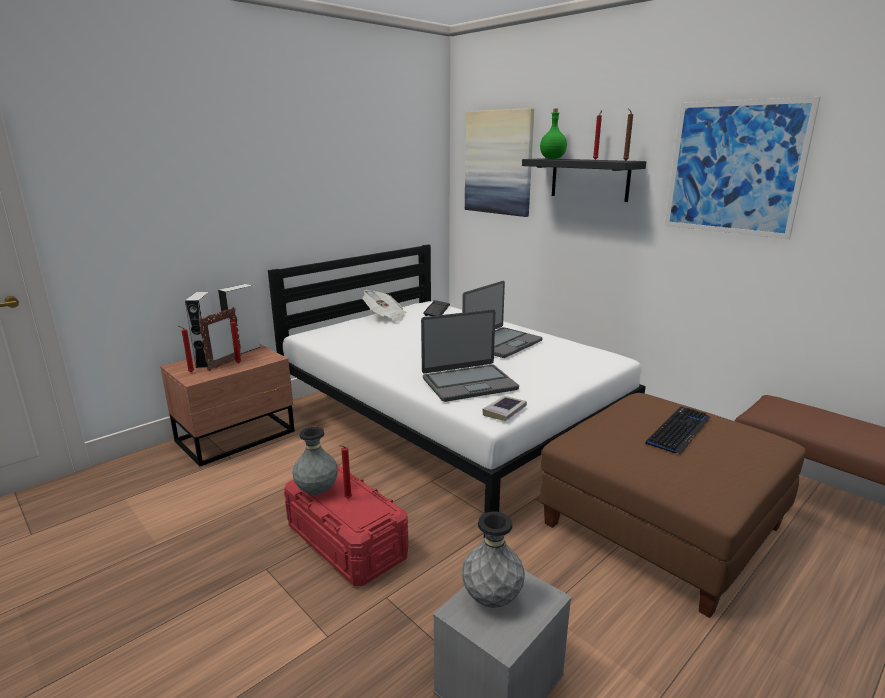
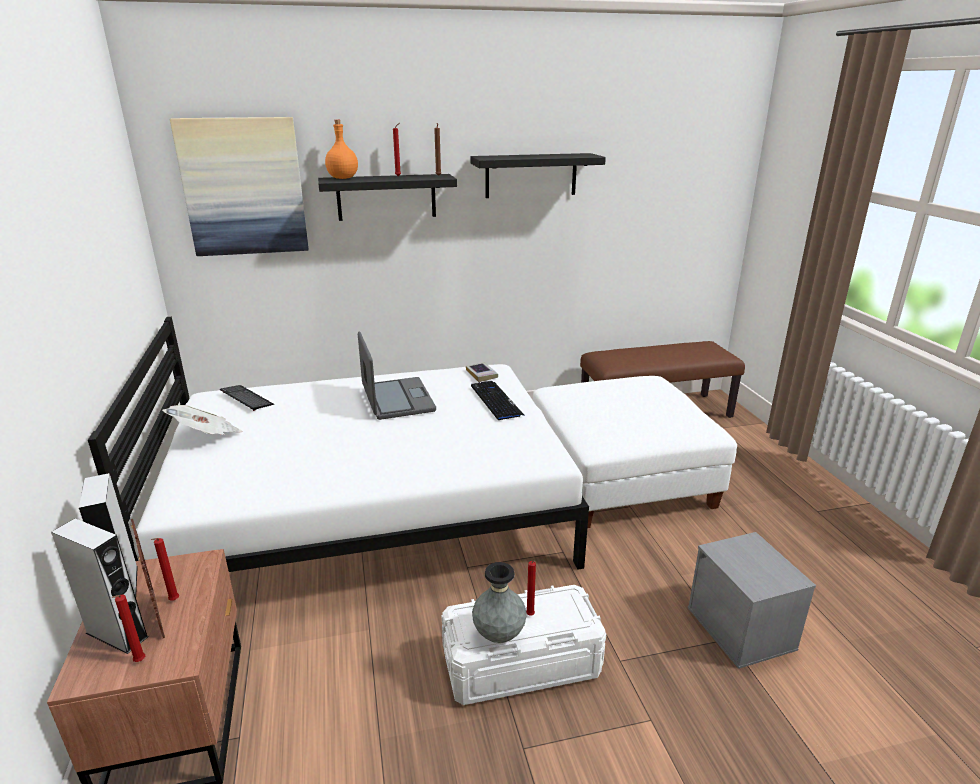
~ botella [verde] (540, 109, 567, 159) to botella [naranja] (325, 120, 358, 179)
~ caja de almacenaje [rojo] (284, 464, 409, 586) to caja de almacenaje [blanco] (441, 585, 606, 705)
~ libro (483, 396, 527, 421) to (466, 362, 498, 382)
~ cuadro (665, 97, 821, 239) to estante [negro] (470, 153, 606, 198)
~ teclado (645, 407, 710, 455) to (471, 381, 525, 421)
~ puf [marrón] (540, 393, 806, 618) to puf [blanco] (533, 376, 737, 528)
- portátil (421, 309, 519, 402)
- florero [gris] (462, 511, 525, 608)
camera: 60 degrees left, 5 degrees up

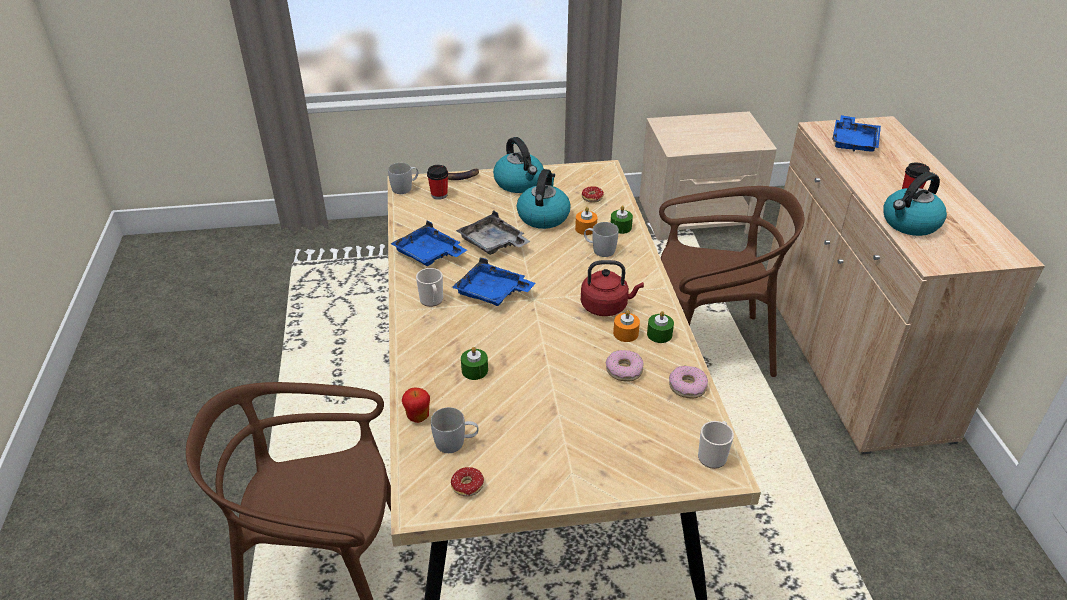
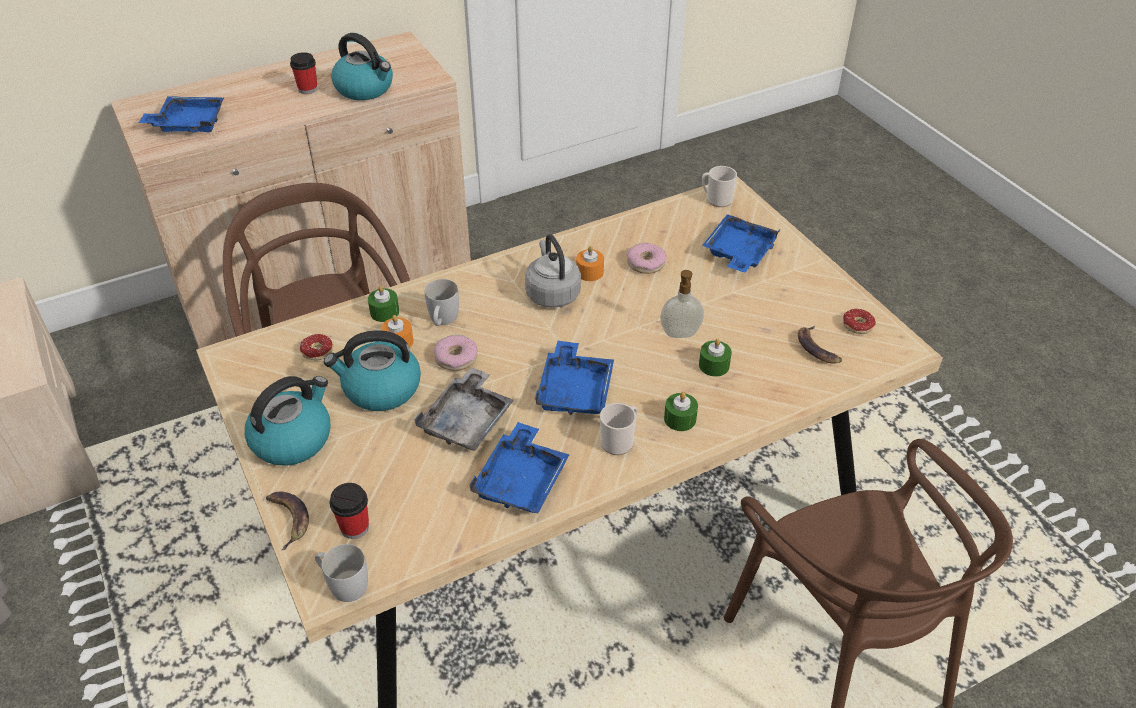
~ rosquilla (669, 366, 708, 399) to (434, 335, 478, 371)
~ hervidor [rojo] (581, 260, 644, 316) to hervidor [gris] (525, 234, 581, 308)
+ dispensador de jabón (660, 270, 704, 338)
~ vela [verde] (647, 311, 674, 343) to (664, 392, 698, 431)
+ bandeja [azul] (702, 214, 780, 273)
~ taza grande [blanco] (431, 407, 479, 453) to plátano (798, 325, 842, 363)
- manzana (402, 387, 430, 423)
camera: 110 degrees left, 5 degrees up

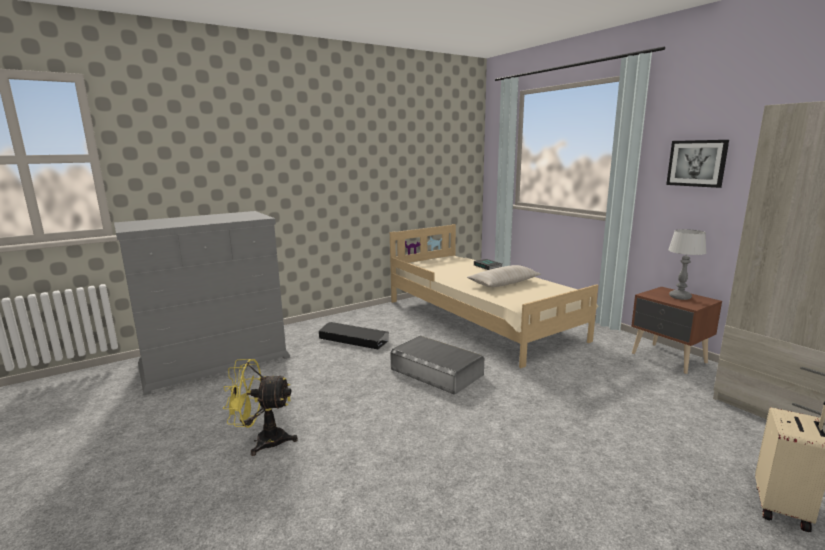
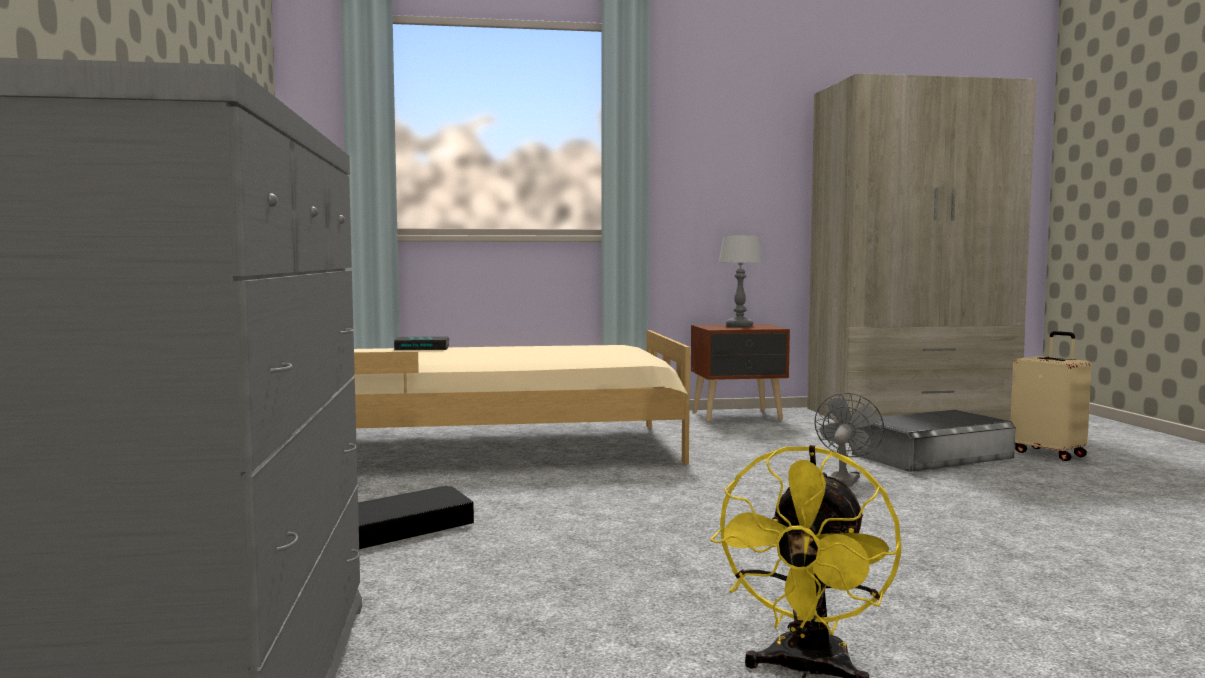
+ ventilador [gris] (814, 393, 884, 487)
~ caja de almacenaje [gris] (390, 335, 484, 395) to (852, 410, 1016, 472)
- cojín [beis] (467, 265, 541, 287)
- cuadro (666, 140, 729, 188)
camera: 65 degrees left, 10 degrees down

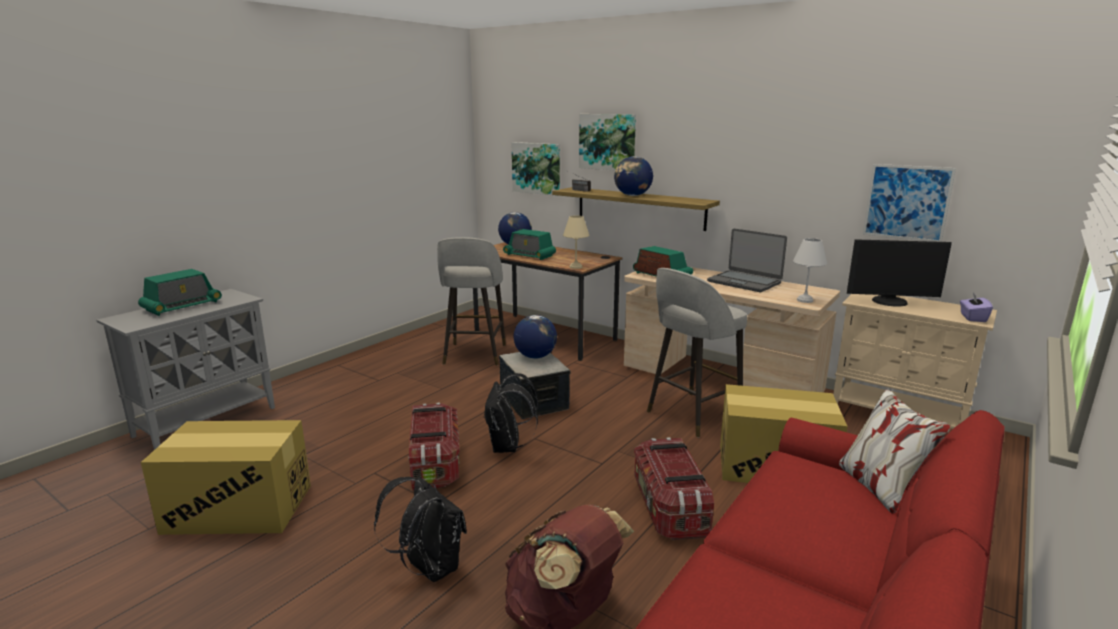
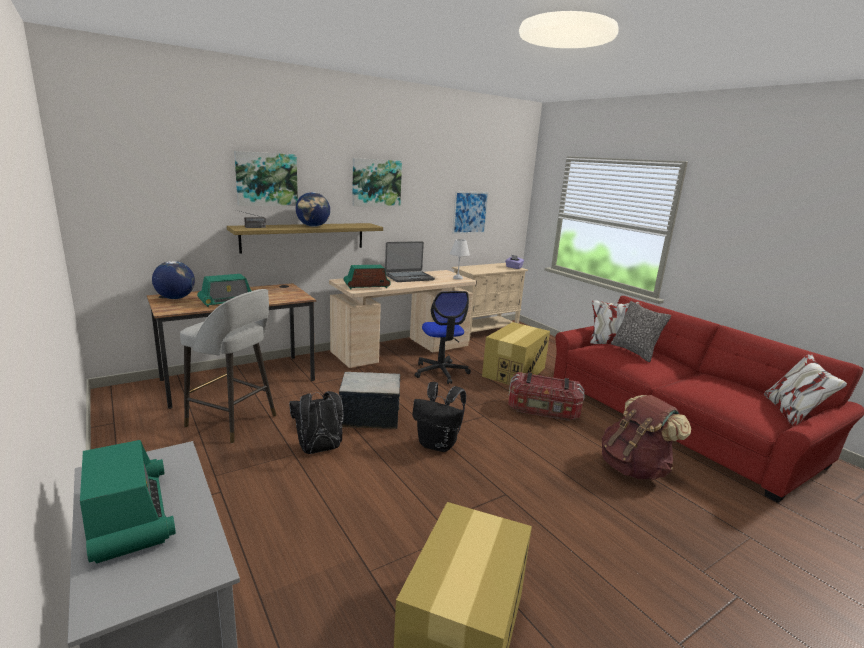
~ mochila [negro] (374, 477, 467, 582) to (289, 391, 343, 454)
~ cuadro (512, 142, 560, 196) to (352, 158, 402, 206)
~ taburete [gris] (647, 268, 747, 437) to silla de oficina (415, 291, 471, 384)
+ cojín (611, 301, 671, 362)
- caja de almacenaje (408, 402, 460, 490)
- globo terráqueo (514, 315, 557, 359)
- lámpara de mesa [beis] (563, 215, 589, 269)
- monitor (847, 239, 952, 307)
camera: 70 degrees left, 0 degrees up

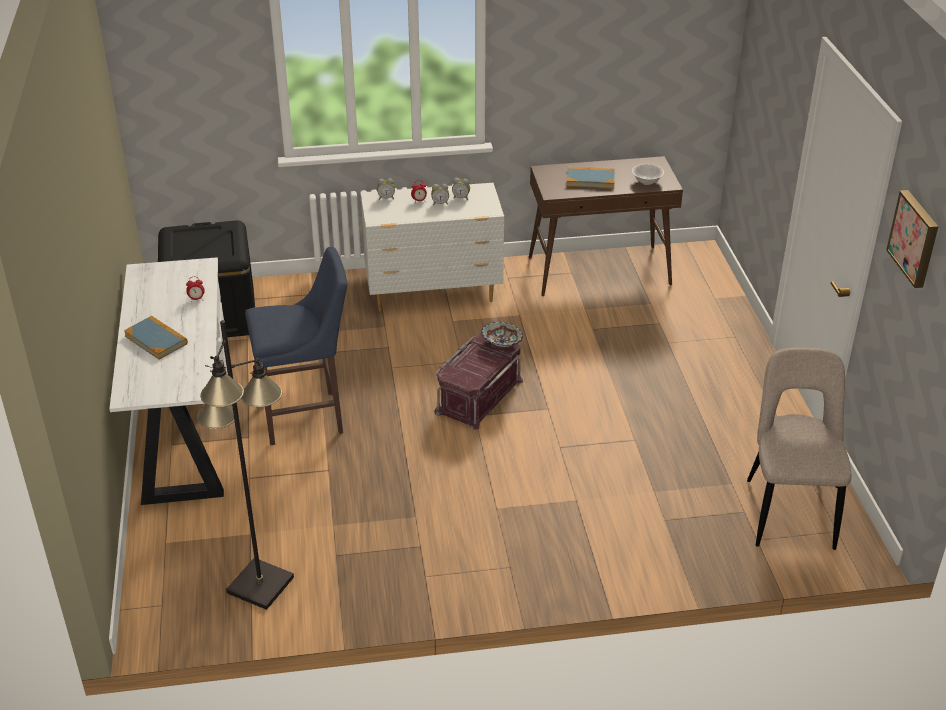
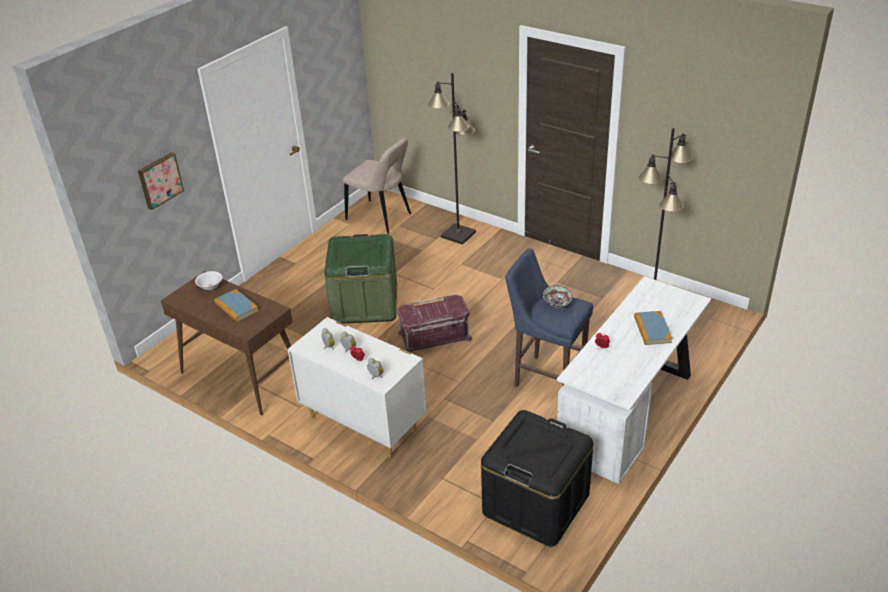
~ cuadro (886, 190, 938, 288) to (138, 152, 184, 210)
+ caja de almacenaje [verde] (324, 234, 397, 323)
~ silla [beis] (747, 347, 851, 550) = (343, 137, 411, 234) 105 degrees counterclockwise
+ lámpara de pie [negro] (428, 73, 476, 245)
~ cuenco (481, 322, 523, 347) to (542, 285, 573, 308)
camera: 135 degrees left, 0 degrees up

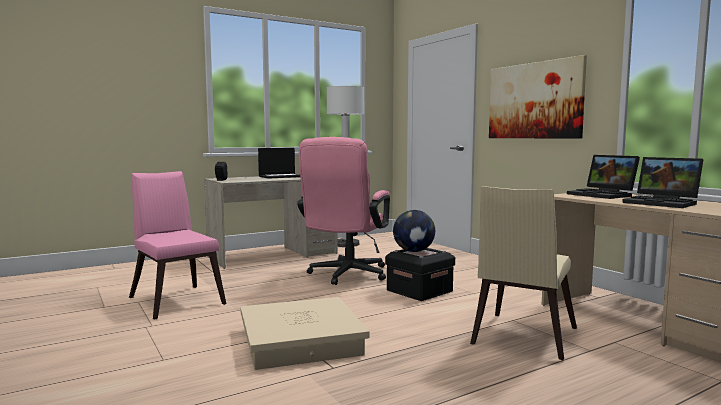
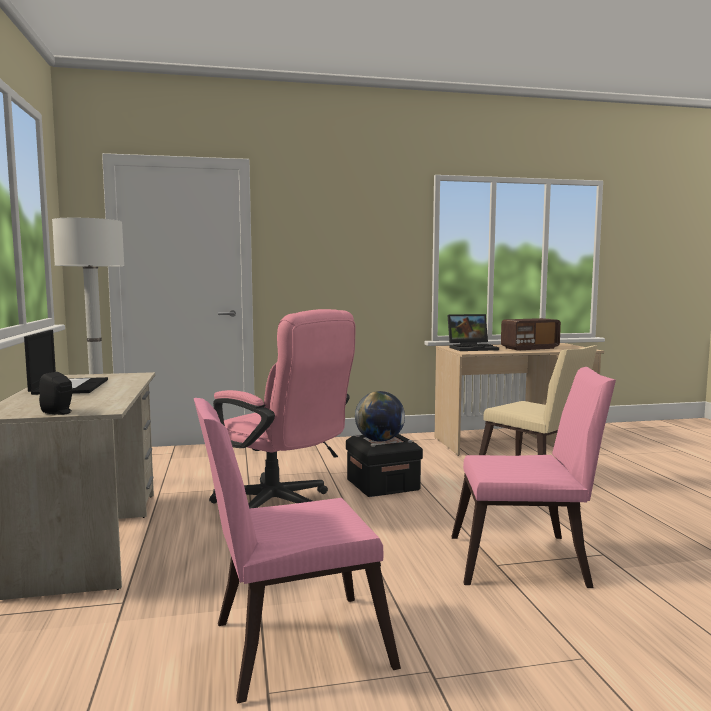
~ caja de almacenaje [beis] (240, 297, 369, 370) to silla [rosa] (451, 367, 616, 588)
~ portátil (622, 157, 703, 208) to radio (501, 318, 561, 351)
- cuadro (489, 55, 587, 138)
camera: 70 degrees left, 0 degrees up

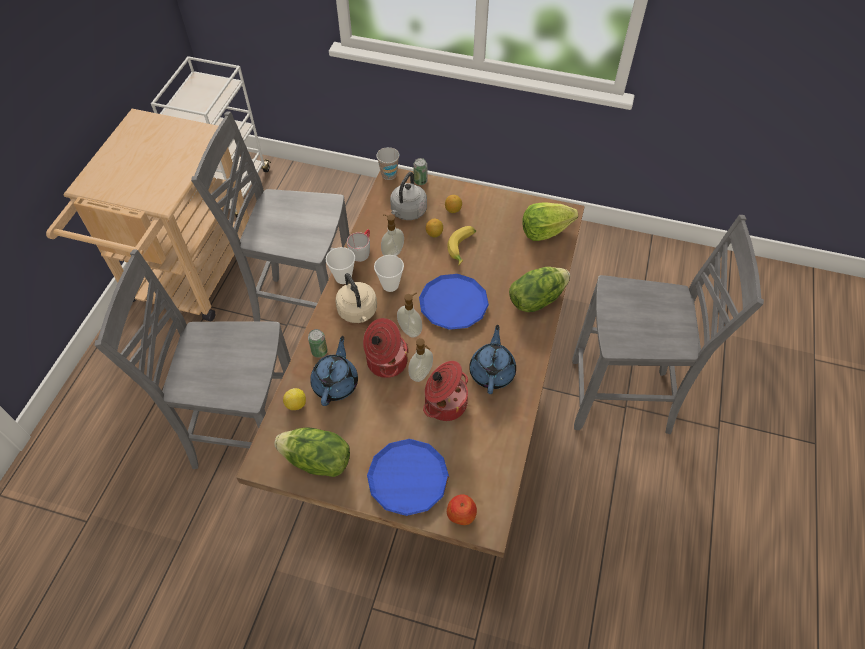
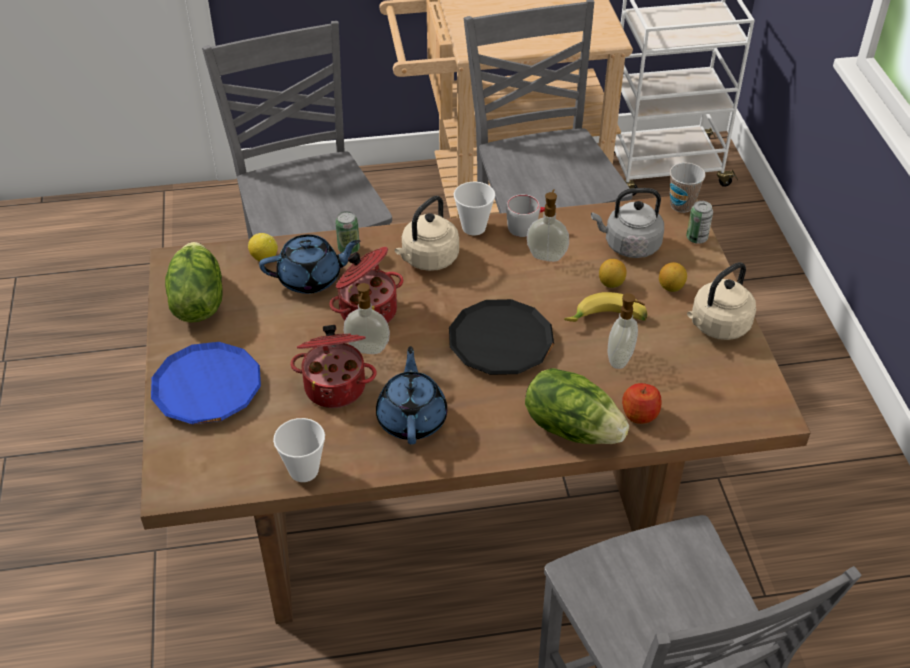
~ taza (374, 255, 404, 292) to (273, 418, 325, 482)
~ tetera [azul] (469, 325, 516, 394) = (376, 346, 447, 445) 75 degrees counterclockwise
~ plato [azul] (419, 274, 489, 330) to plato [negro] (449, 299, 554, 375)
~ dispensador de jabón (397, 292, 422, 338) to (608, 293, 645, 369)
~ manzana (447, 494, 477, 525) to (622, 383, 661, 424)
+ hervidor [beis] (687, 262, 756, 340)
- lechuga (522, 202, 578, 241)
camera: 65 degrees right, 10 degrees down

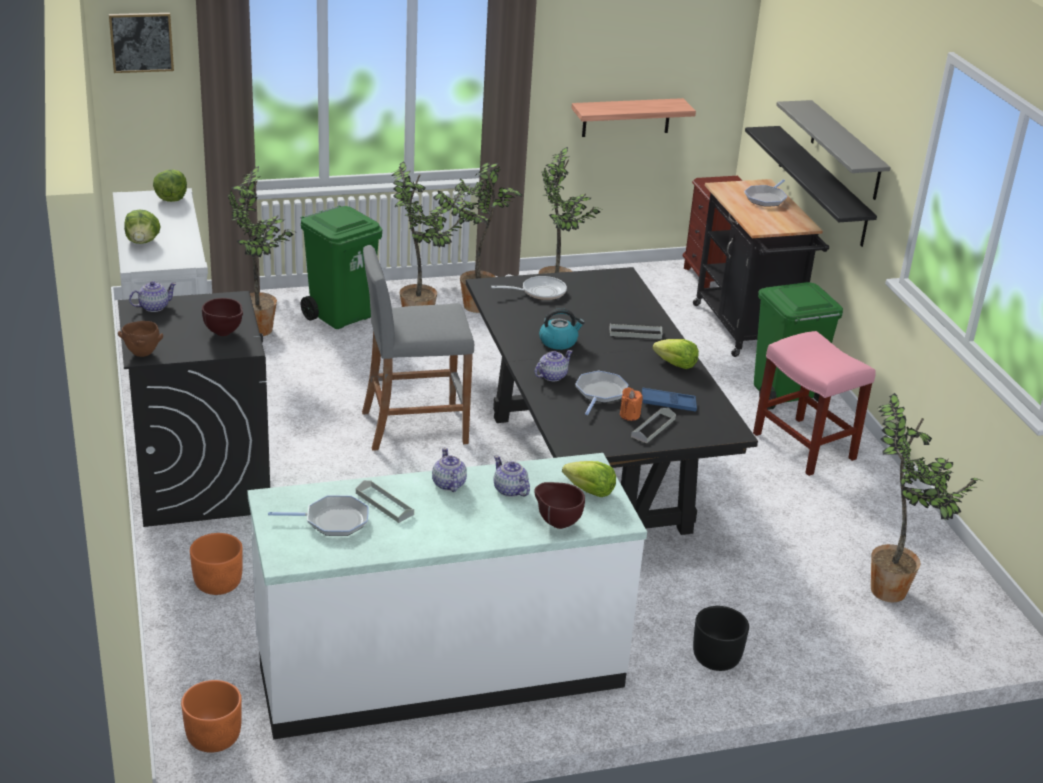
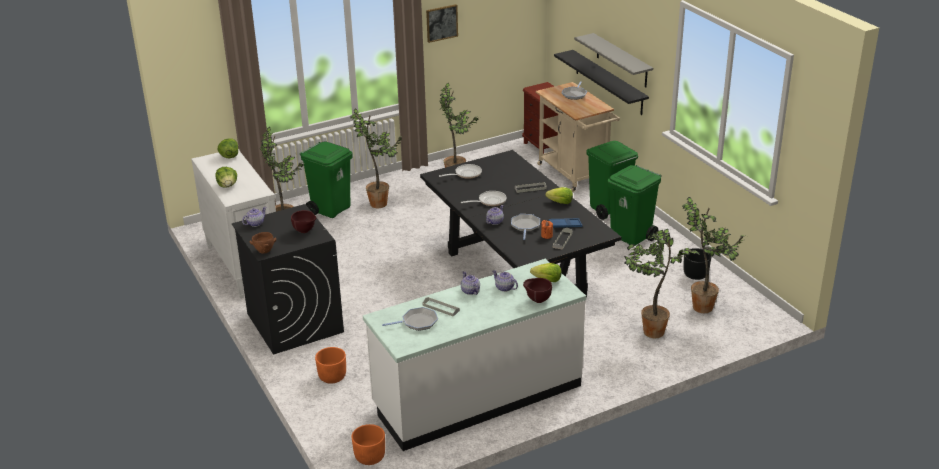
~ cuadro (109, 13, 174, 73) to (426, 4, 458, 43)
~ hervidor (539, 308, 585, 350) to sartén (461, 191, 507, 206)
~ carrito [negro] (693, 179, 829, 357) to carrito [beis] (536, 82, 620, 192)
~ taburete [rosa] (753, 331, 876, 476) to papelera [verde] (607, 165, 662, 246)
~ planta en maceta (433, 162, 522, 313) to (624, 229, 700, 338)
~ maceta [negro] (693, 606, 749, 671) to (683, 248, 711, 280)
- taburete [gris] (362, 245, 474, 451)
- estante (571, 98, 696, 137)
camera: 10 degrees left, 0 degrees up

